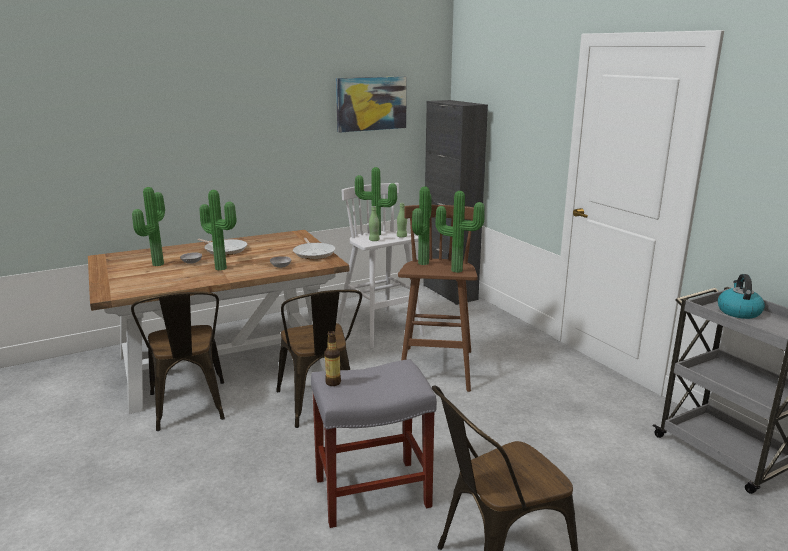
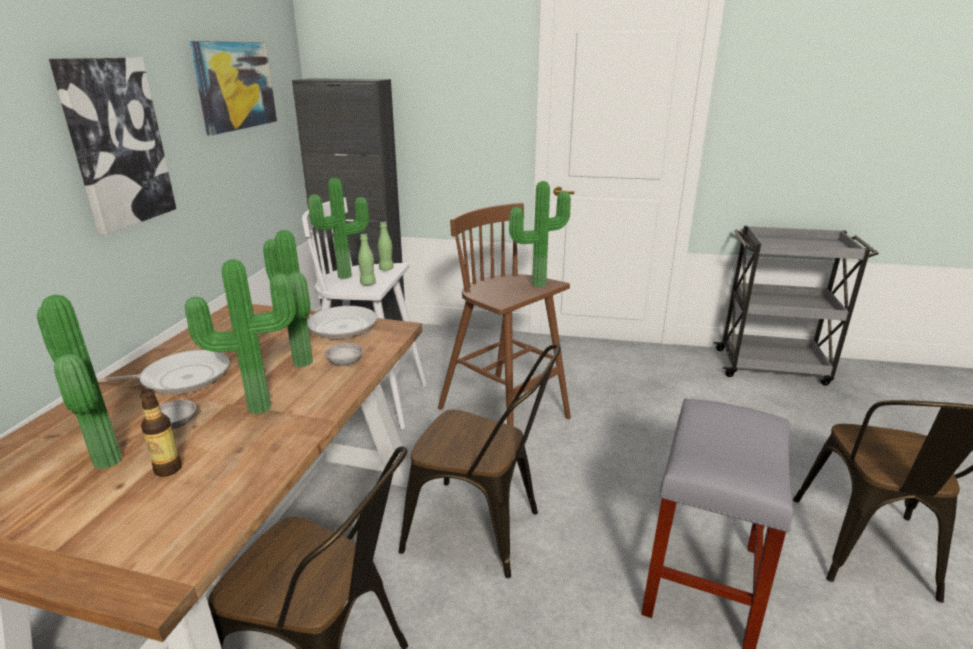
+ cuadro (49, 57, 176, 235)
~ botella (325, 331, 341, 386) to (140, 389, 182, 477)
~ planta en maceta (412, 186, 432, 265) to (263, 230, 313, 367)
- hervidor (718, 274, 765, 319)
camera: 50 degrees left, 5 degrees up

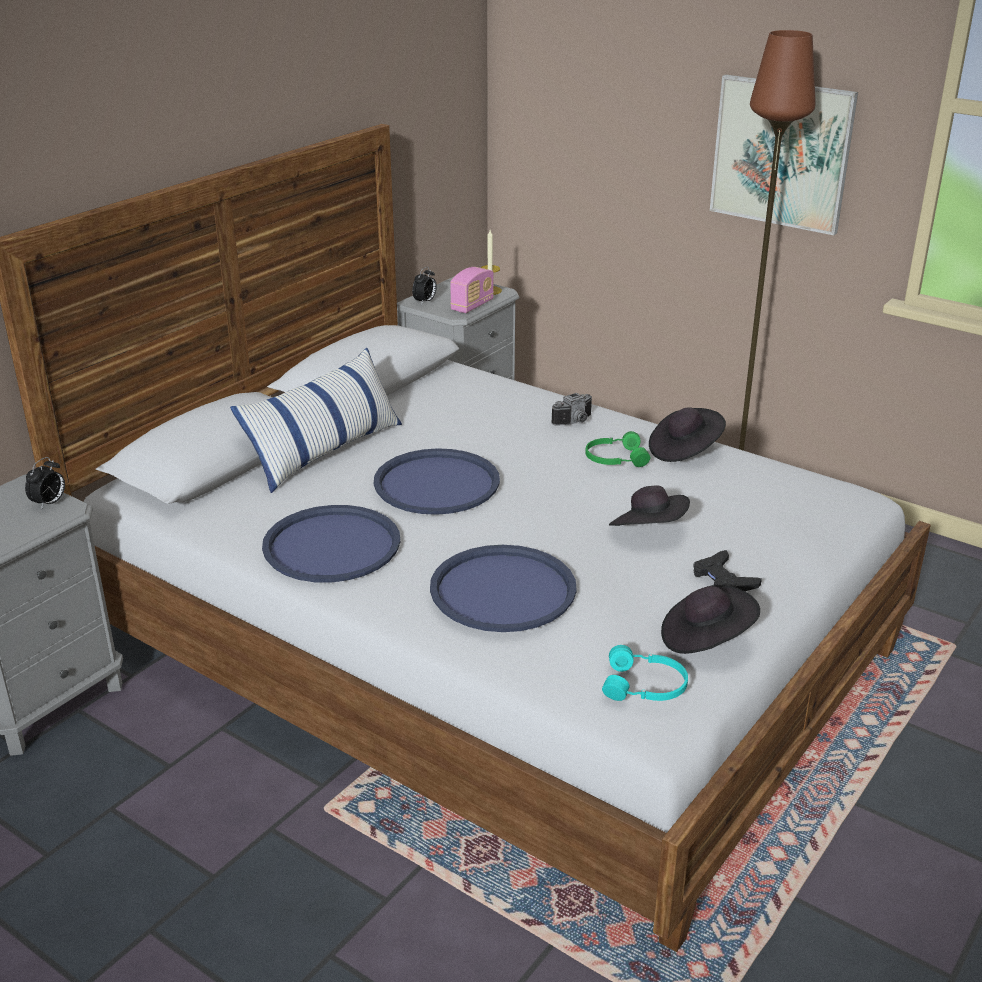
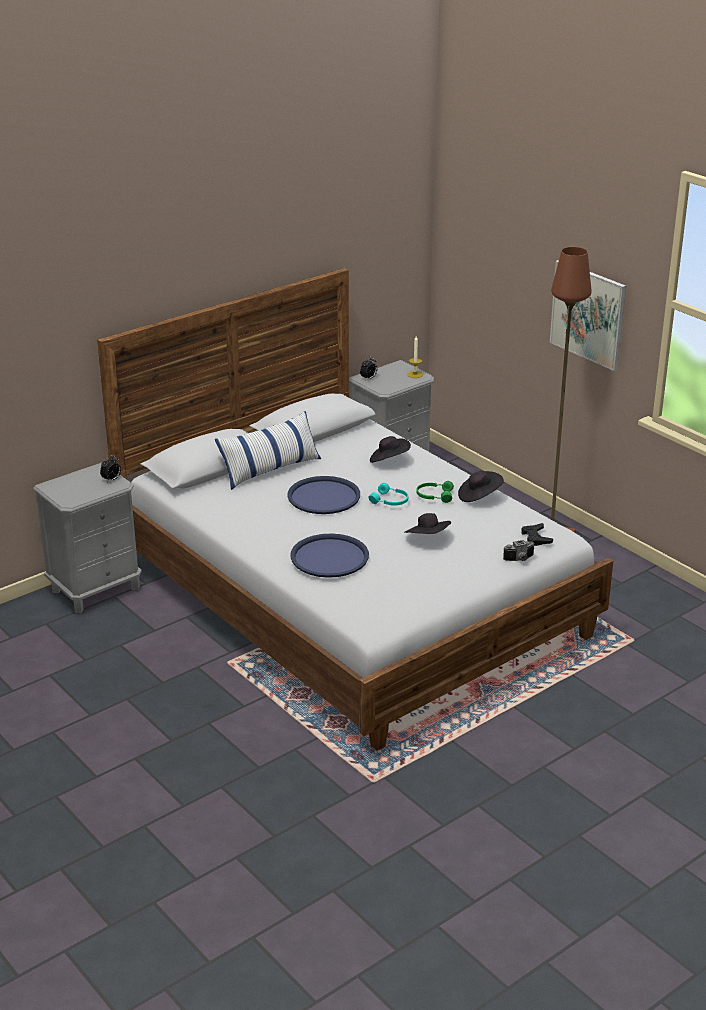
~ auriculares [turquesa] (602, 645, 688, 701) to (368, 483, 408, 506)
~ sombrero [negro] (661, 585, 760, 654) to (370, 436, 411, 463)
~ cámara (551, 393, 592, 426) to (503, 540, 535, 561)
~ mando de consola [negro] (693, 550, 762, 591) to (521, 523, 553, 546)
- bandeja [azul] (262, 505, 400, 582)
- radio (450, 267, 494, 313)
camera: 15 degrees right, 0 degrees up

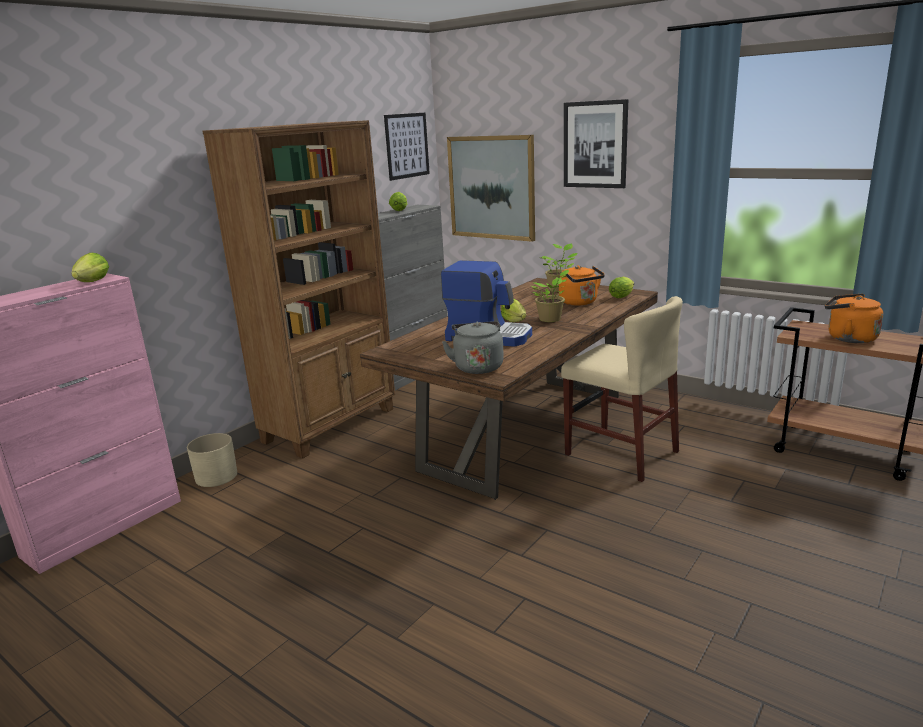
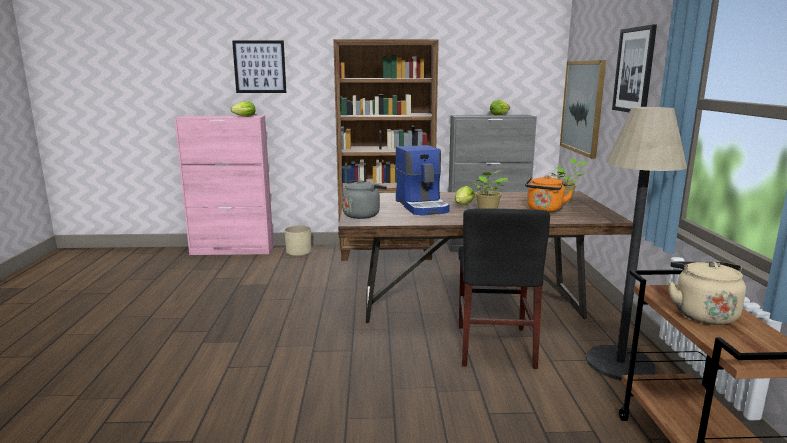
~ cuadro (384, 113, 430, 181) to (232, 41, 286, 93)
~ silla [beis] (561, 296, 683, 482) to silla [negro] (459, 208, 550, 369)
+ lámpara de pie (586, 107, 687, 381)
~ hervidor [naranja] (825, 294, 883, 343) to hervidor [beis] (668, 261, 746, 325)
- lechuga (609, 277, 634, 299)
camera: 50 degrees right, 5 degrees down

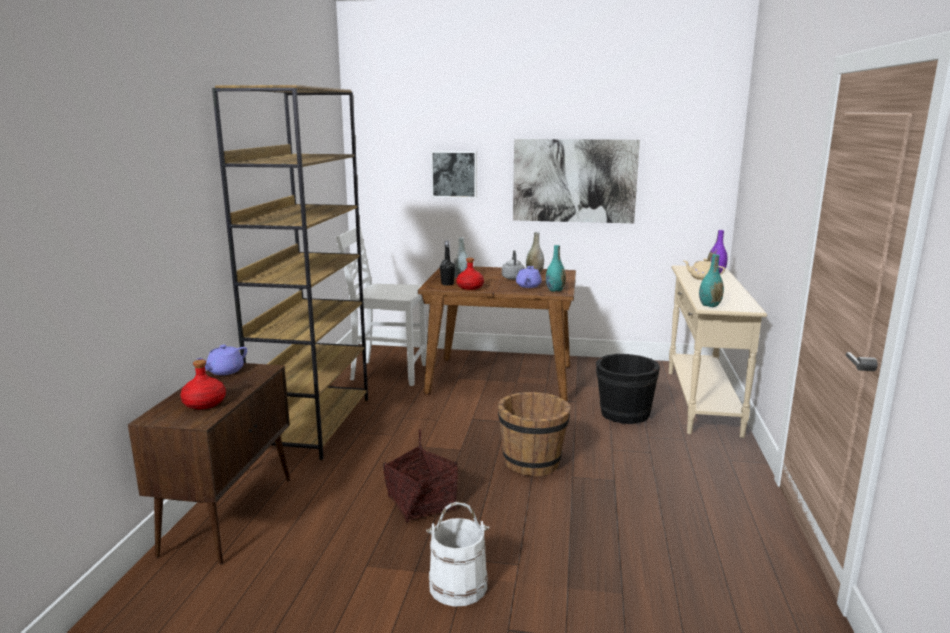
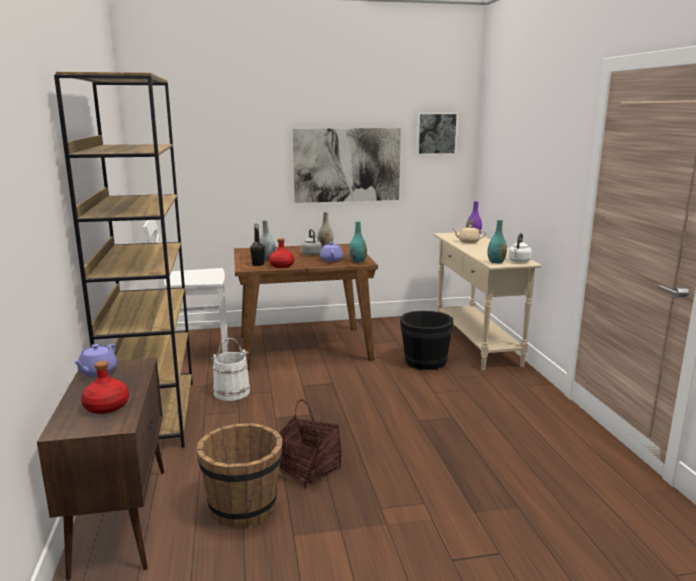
~ cubo [marrón] (498, 392, 571, 476) to (196, 423, 282, 528)
~ cubo [blanco] (426, 502, 489, 607) to (211, 338, 250, 401)
~ cuadro (431, 151, 477, 198) to (416, 113, 458, 155)
+ hervidor [blanco] (508, 233, 532, 262)
camera: 20 degrees left, 0 degrees up

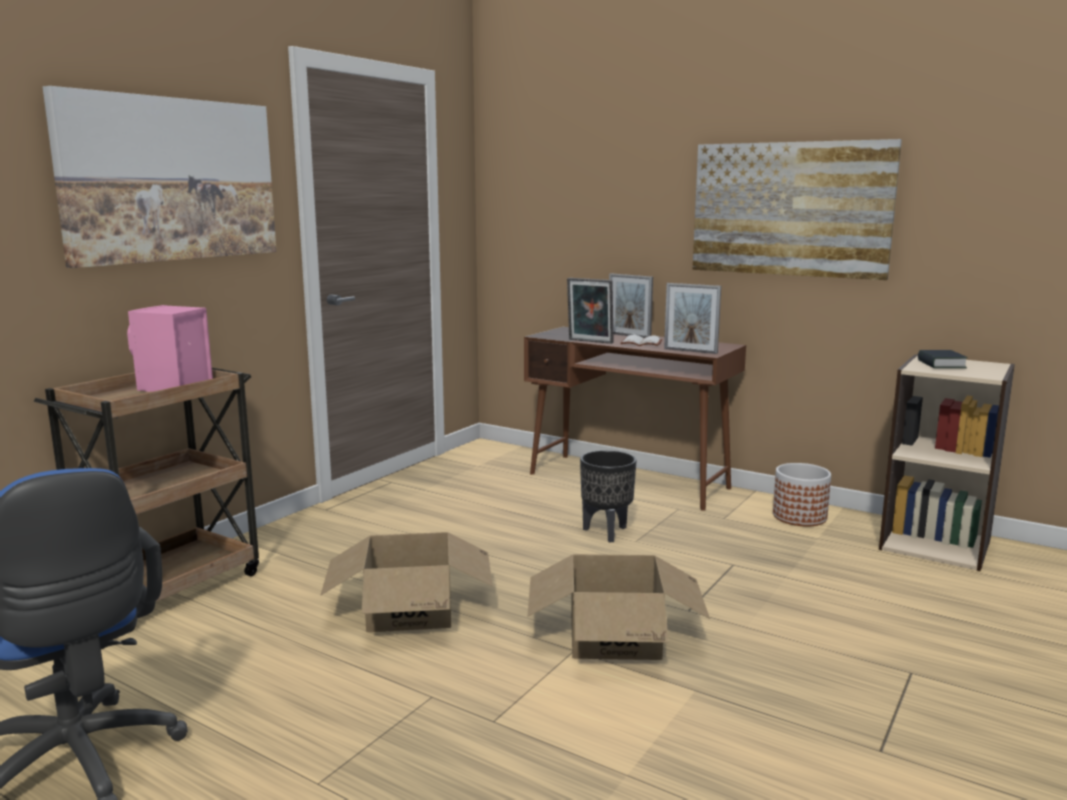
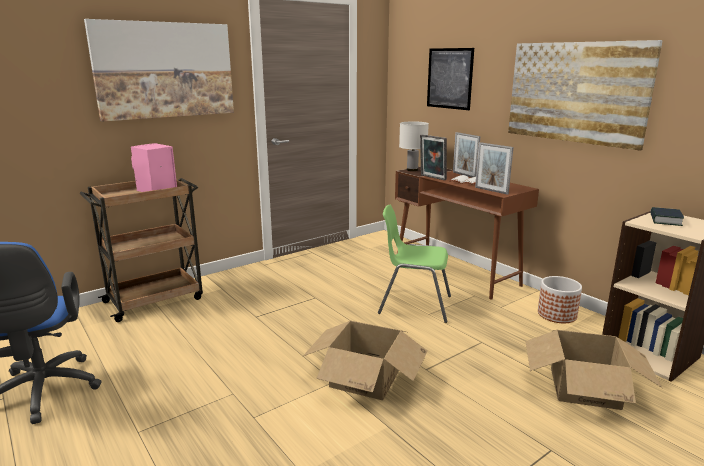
~ maceta [negro] (580, 450, 637, 542) to silla [verde] (378, 205, 451, 323)
+ lámpara de mesa [blanco] (399, 121, 429, 171)
+ cuadro (427, 48, 474, 110)
~ caja de cartón (320, 532, 493, 632) to (526, 330, 662, 410)
camera: 20 degrees right, 5 degrees up

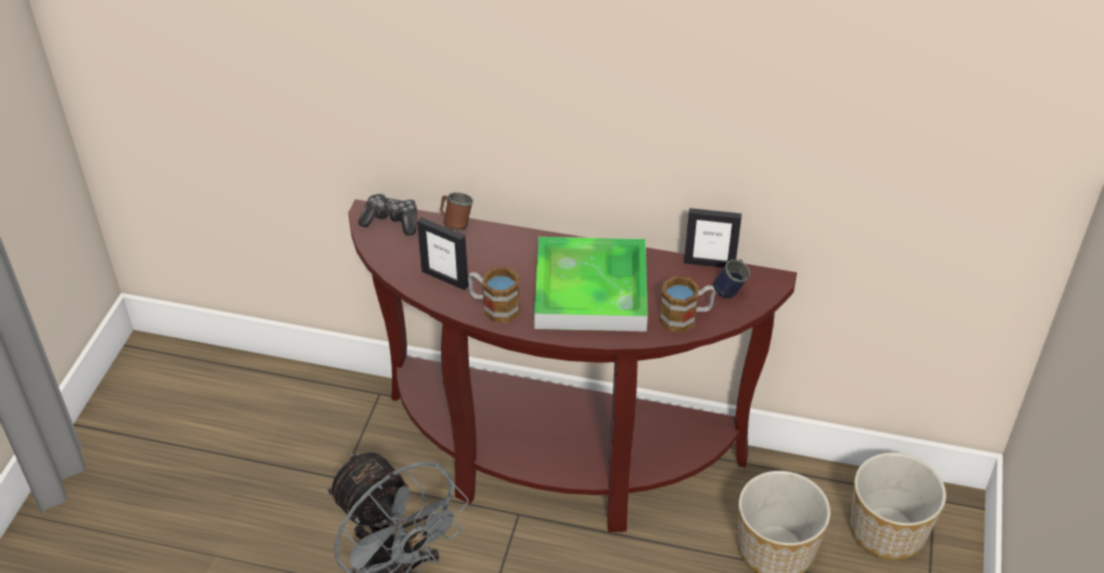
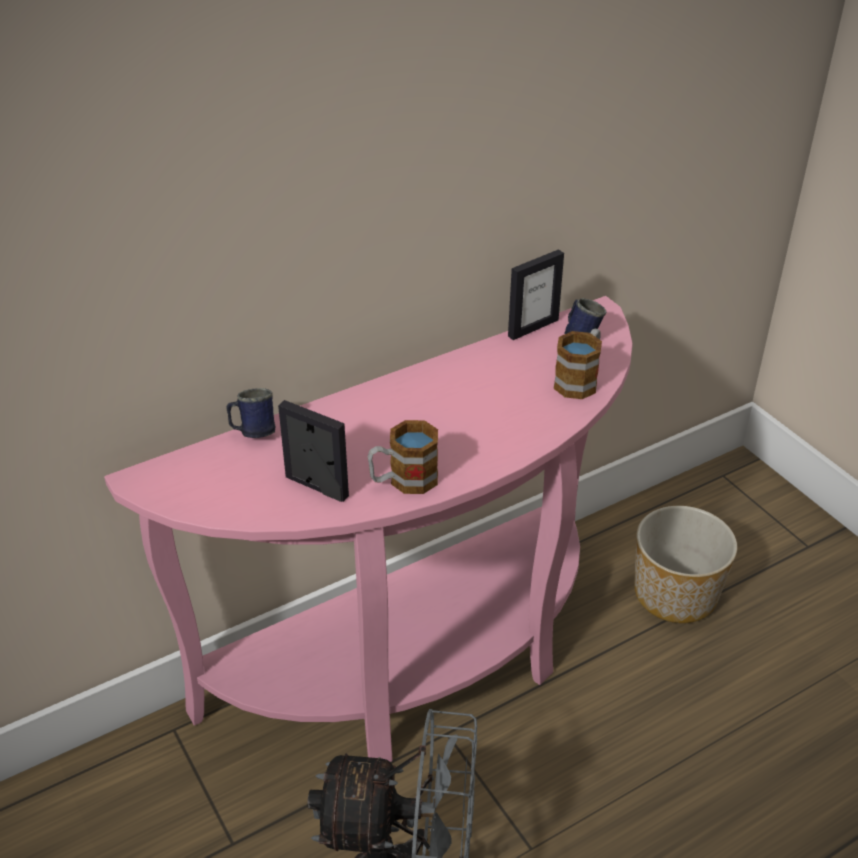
~ mesa consola [marrón] (348, 199, 797, 532) to mesa consola [rosa] (104, 296, 633, 762)
~ taza grande [marrón] (440, 192, 473, 231) to taza grande [azul] (226, 388, 276, 438)
~ portarretratos (417, 217, 469, 290) = (278, 400, 349, 502) 135 degrees counterclockwise
- mando de consola (358, 193, 417, 236)
- bandeja (534, 237, 648, 332)
- maceta (850, 452, 946, 560)
camera: 45 degrees left, 5 degrees down

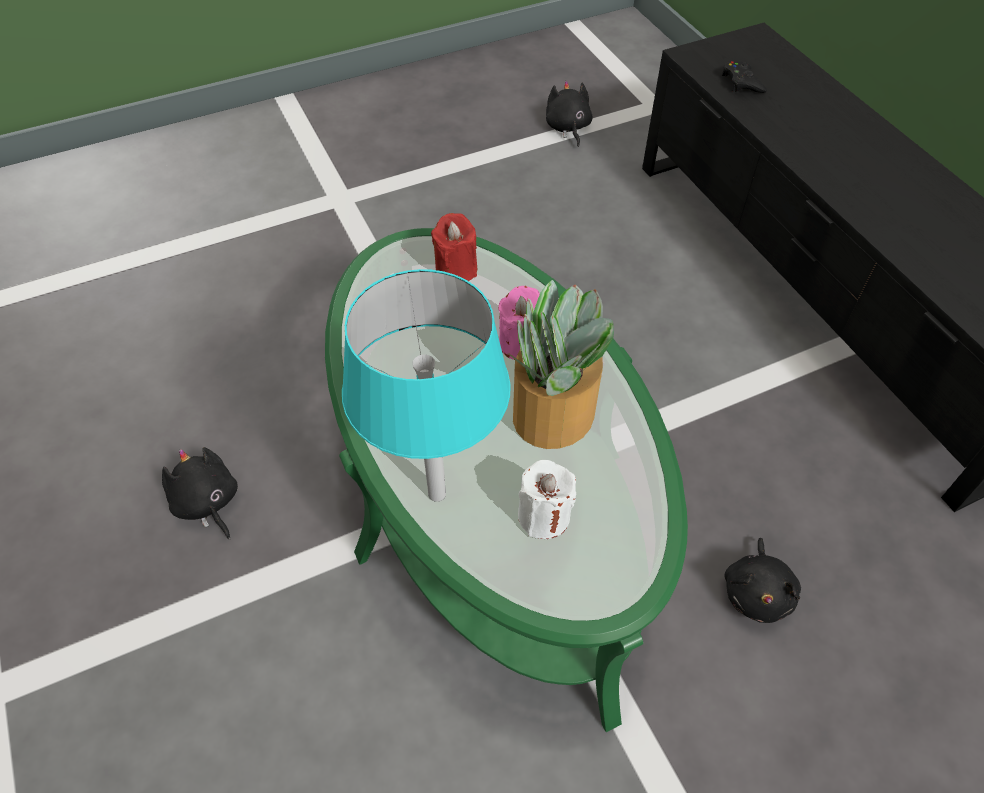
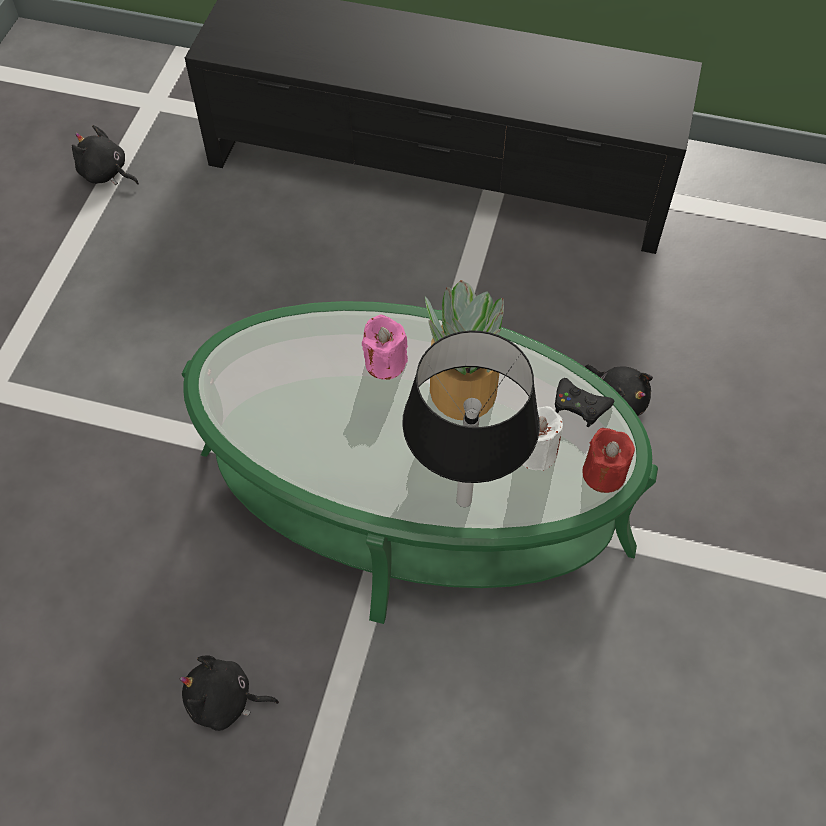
~ lámpara de mesa [turquesa] (342, 269, 511, 502) to lámpara de mesa [negro] (402, 330, 540, 507)
~ mando de consola [negro] (721, 61, 767, 93) to (555, 378, 615, 427)
~ vela [rojo] (431, 213, 477, 281) to (582, 428, 635, 493)
camera: 50 degrees left, 5 degrees up

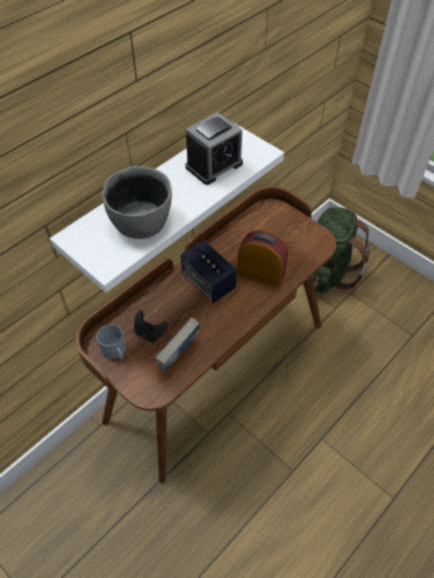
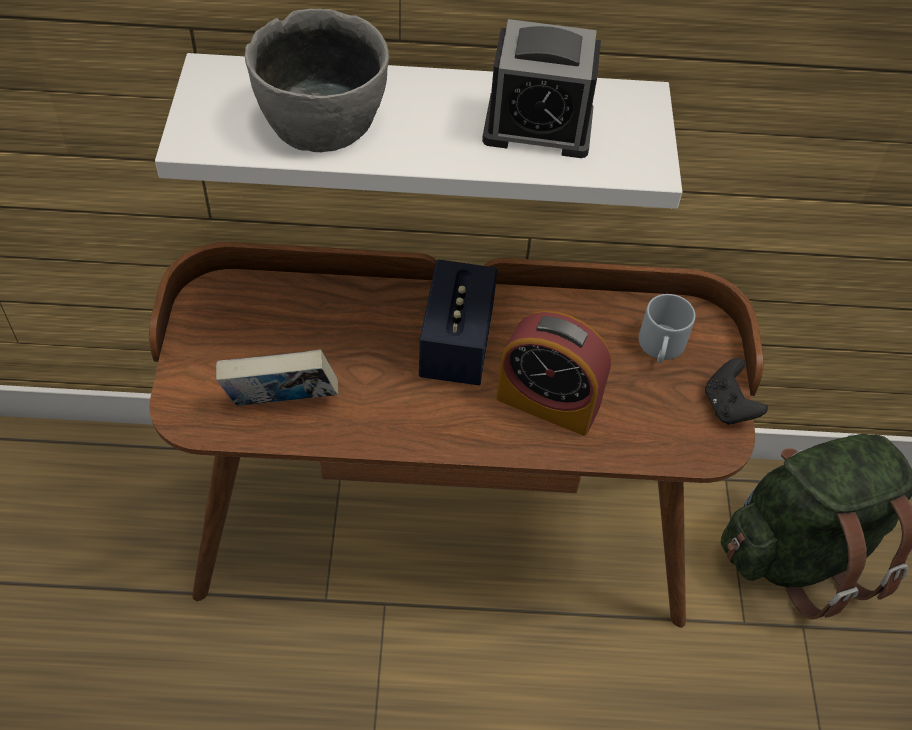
~ despertador (237, 230, 288, 288) = (496, 311, 611, 436) 135 degrees clockwise
~ taza grande [gris] (97, 324, 126, 360) to (639, 294, 696, 363)
~ mando de consola [negro] (134, 311, 167, 342) to (705, 358, 768, 425)
camera: 45 degrees right, 0 degrees up

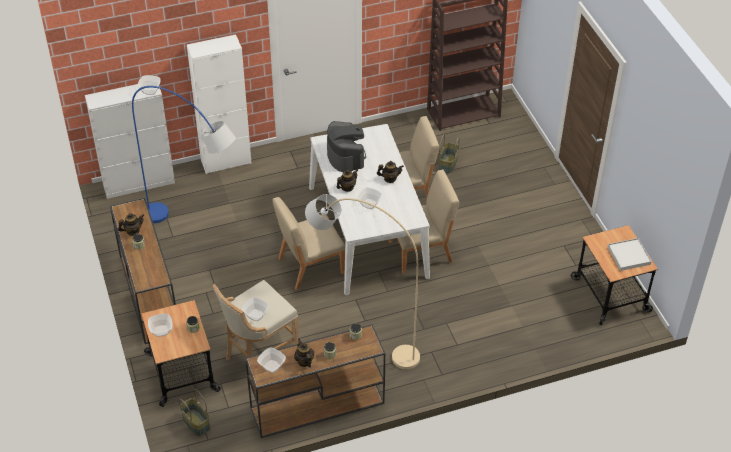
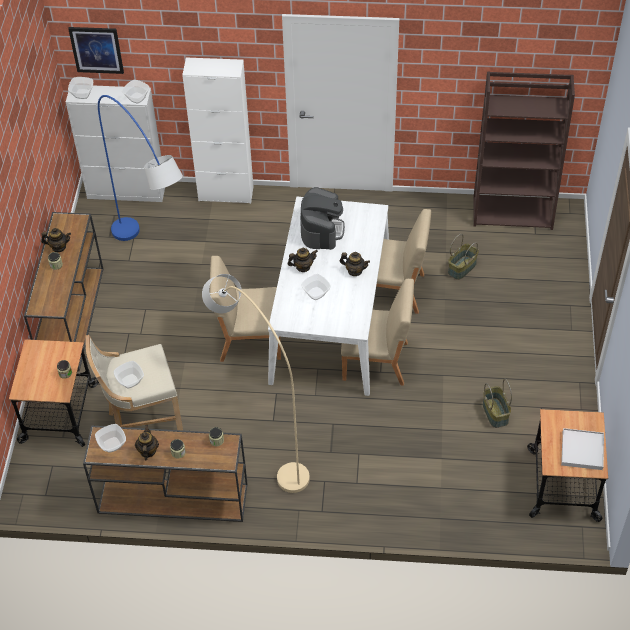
+ cuadro (68, 27, 124, 74)
~ cuenco (148, 314, 173, 337) to (68, 77, 93, 99)
~ cesta (179, 389, 210, 436) to (483, 379, 512, 428)
camera: 25 degrees right, 5 degrees up

